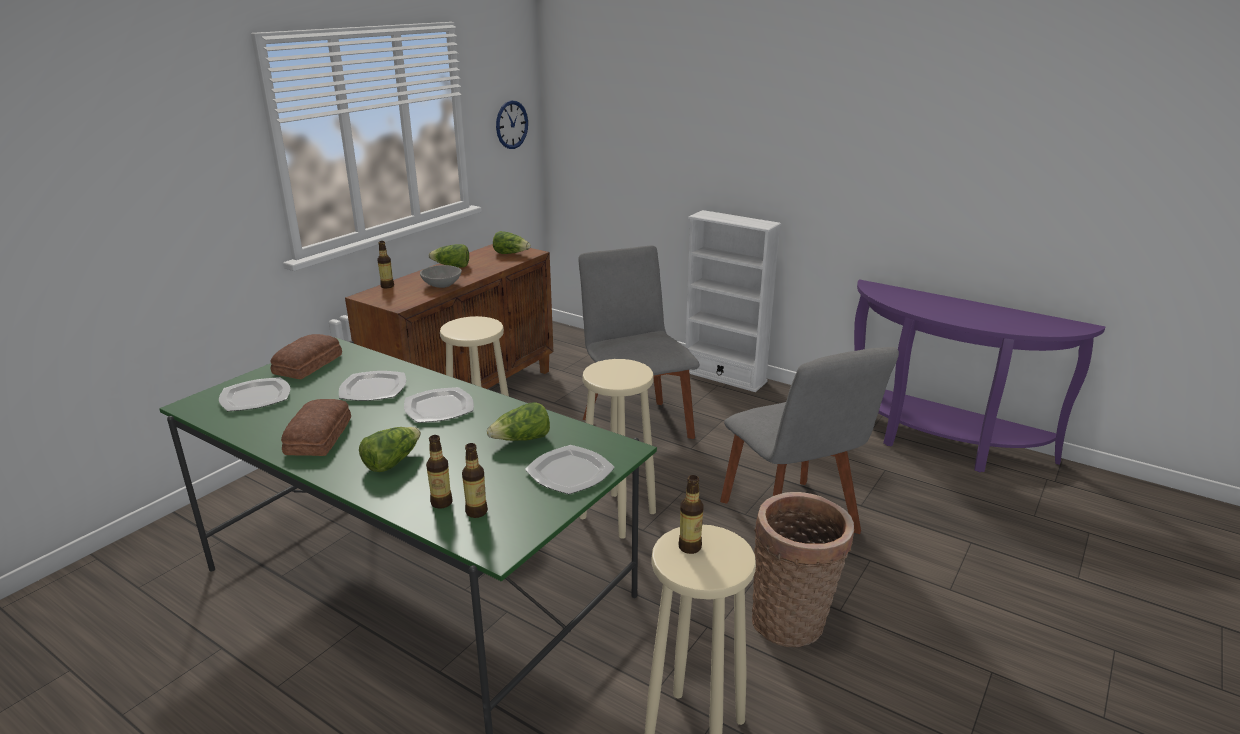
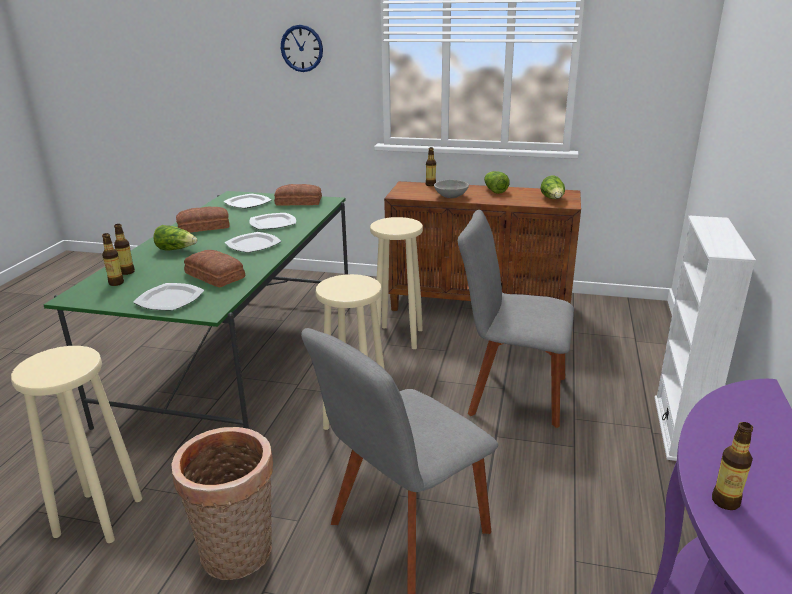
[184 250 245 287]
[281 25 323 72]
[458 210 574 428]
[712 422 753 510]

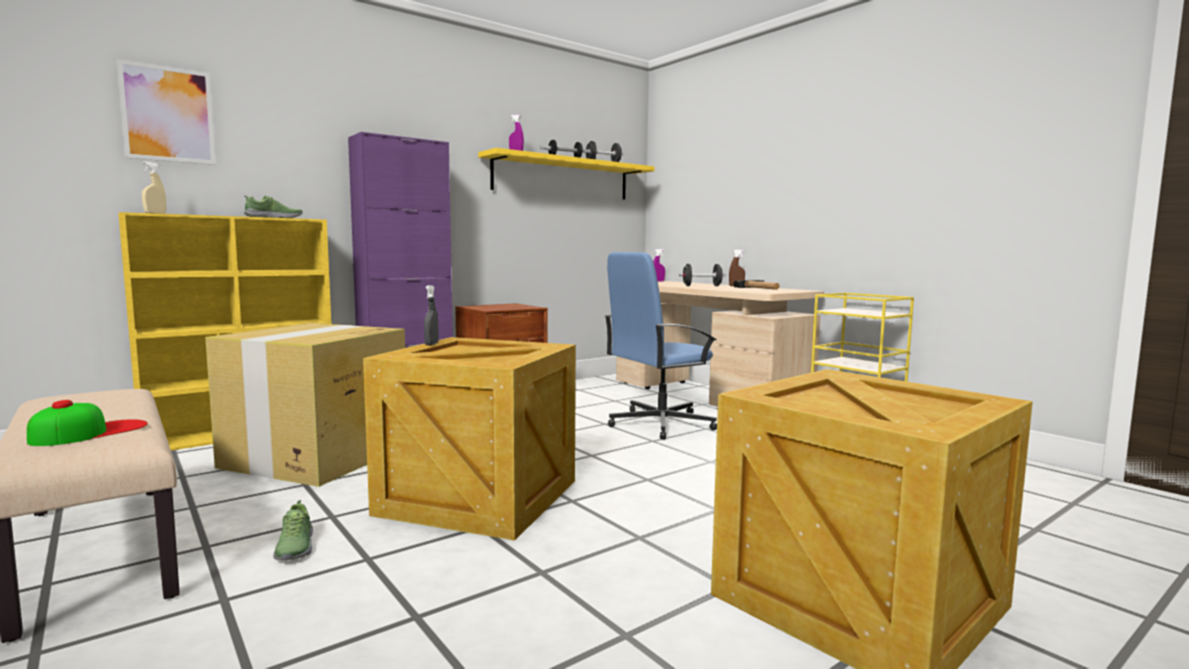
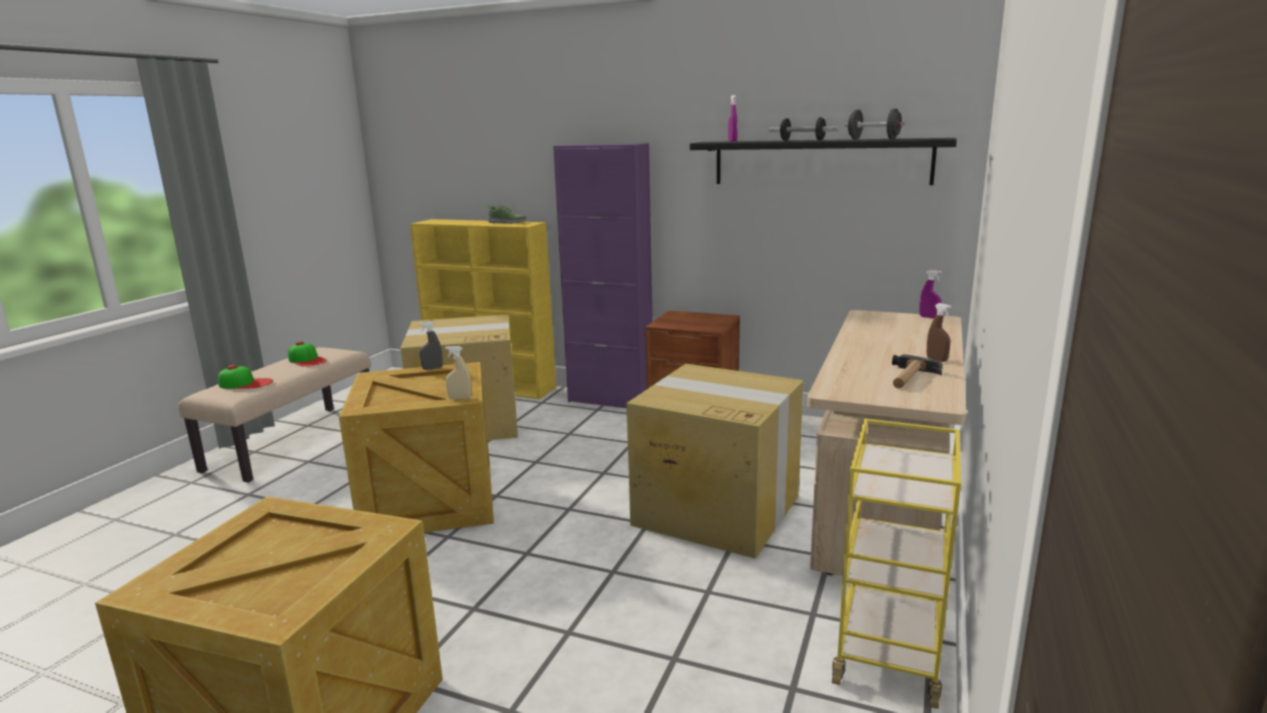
[117 59 216 165] (first image)
[445 346 471 400]
[273 500 313 560] (first image)
[690 138 957 185]
[626 364 804 558]
[679 264 726 286] (first image)
[288 341 327 367]

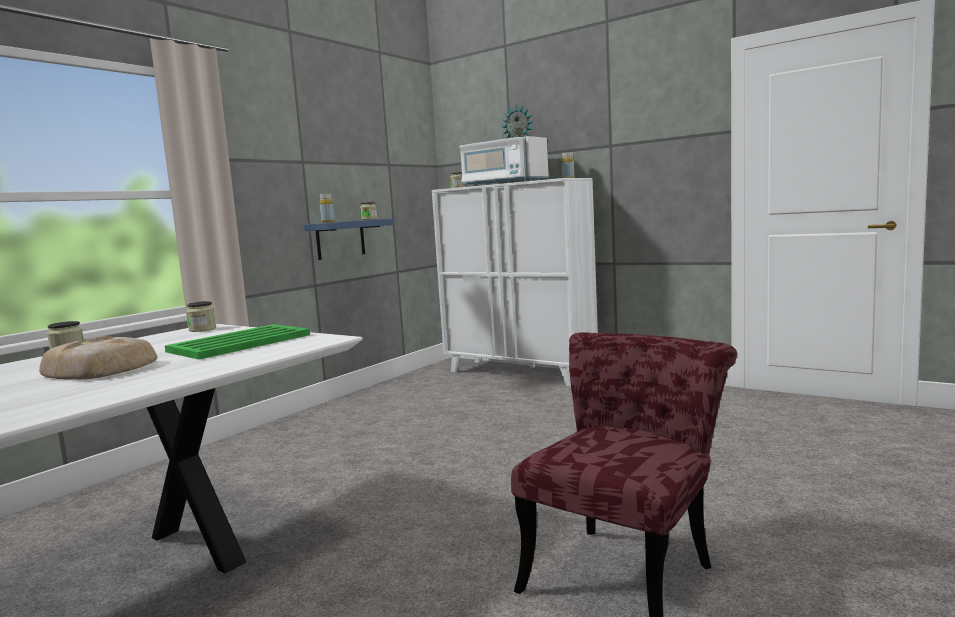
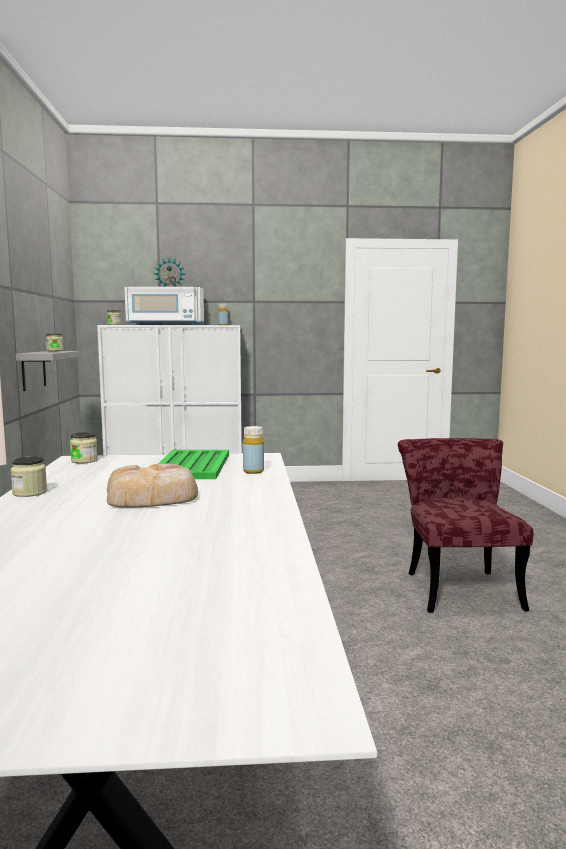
[16 351 79 391]
[243 426 264 474]

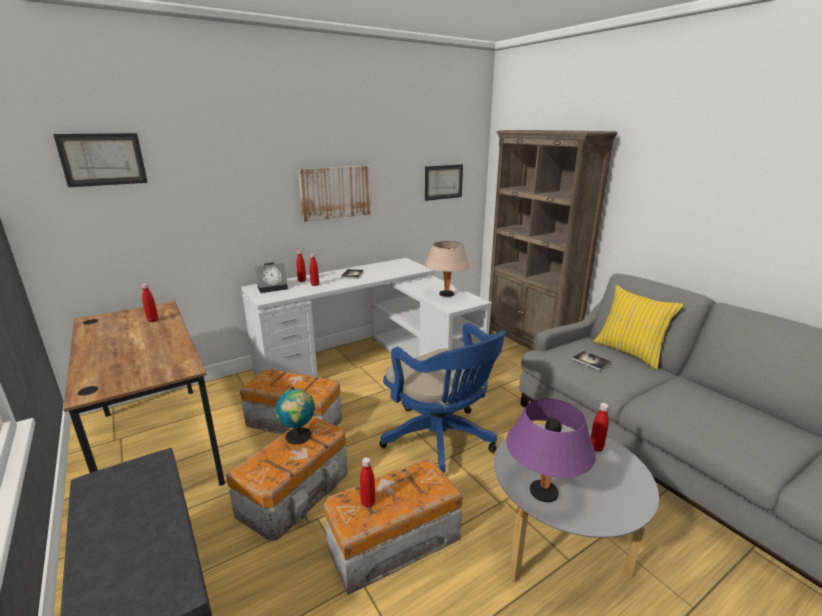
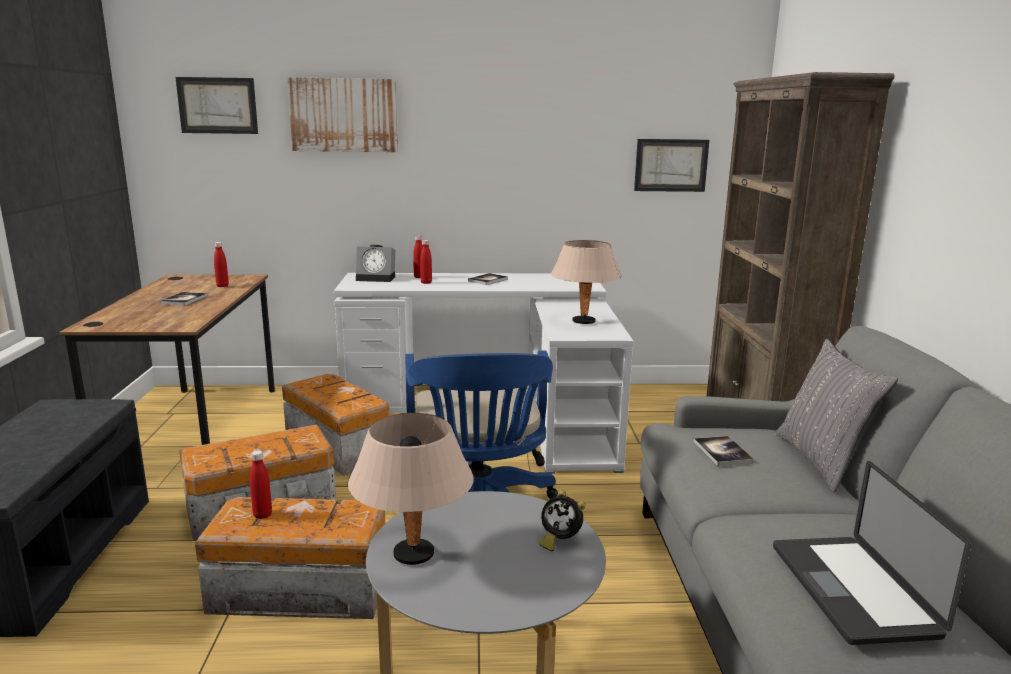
[275 387 315 444] (first image)
[287 77 398 152]
[348 413 473 565]
[539 490 586 551]
[776 339 898 493]
[159 292 207 306]
[773 461 971 645]

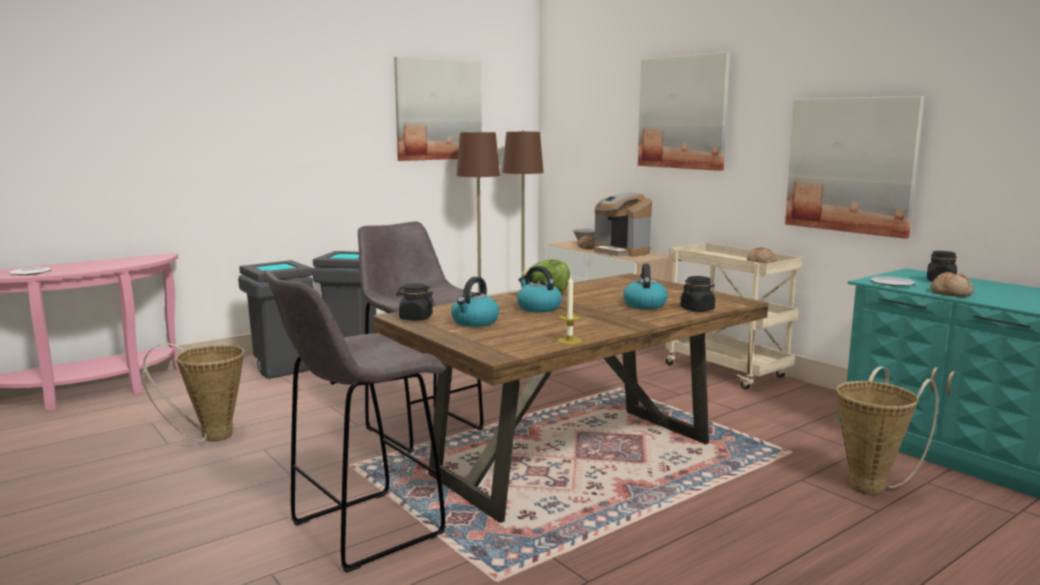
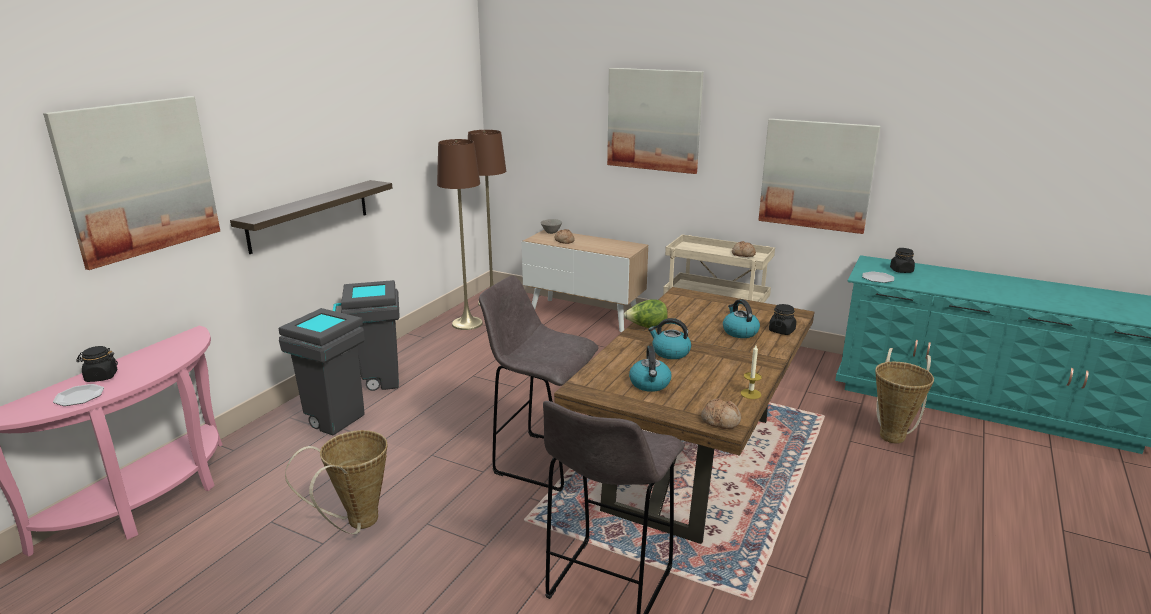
[43 96 220 270]
[76 346 118 382]
[594 192 652 257] (first image)
[701 399 741 429]
[230 180 392 254]

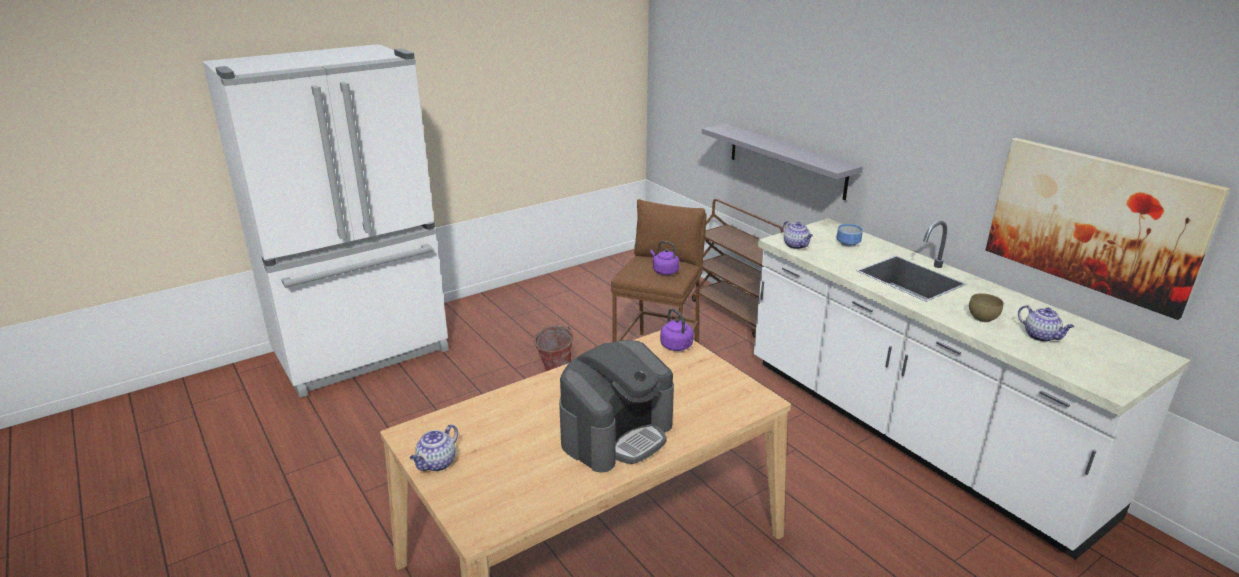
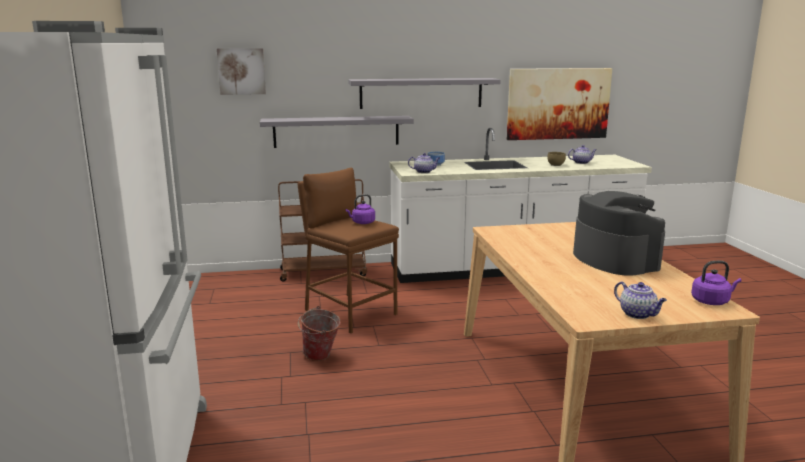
[691 261 742 305]
[217 48 266 95]
[348 78 501 109]

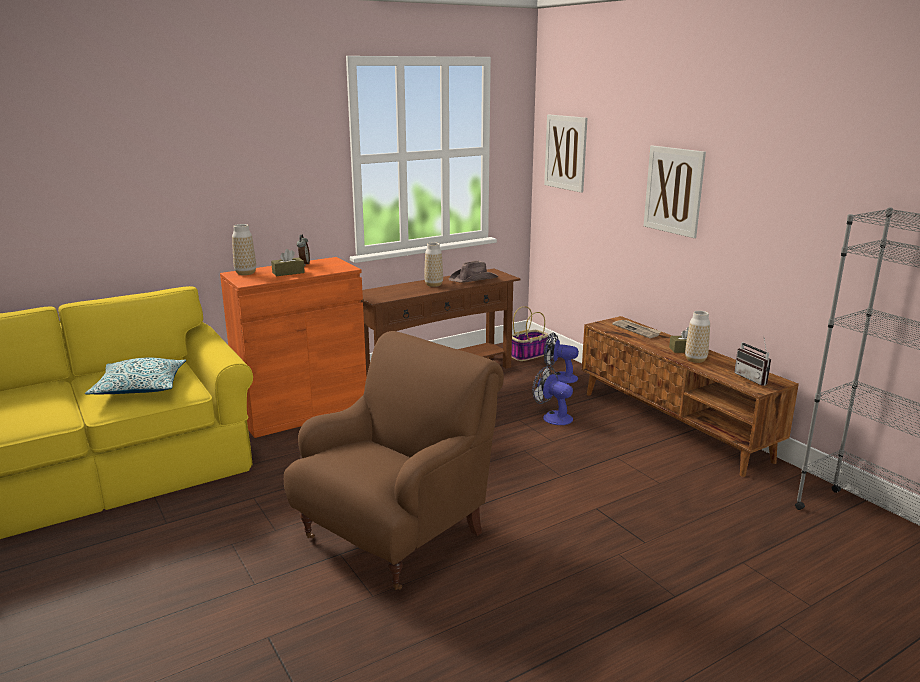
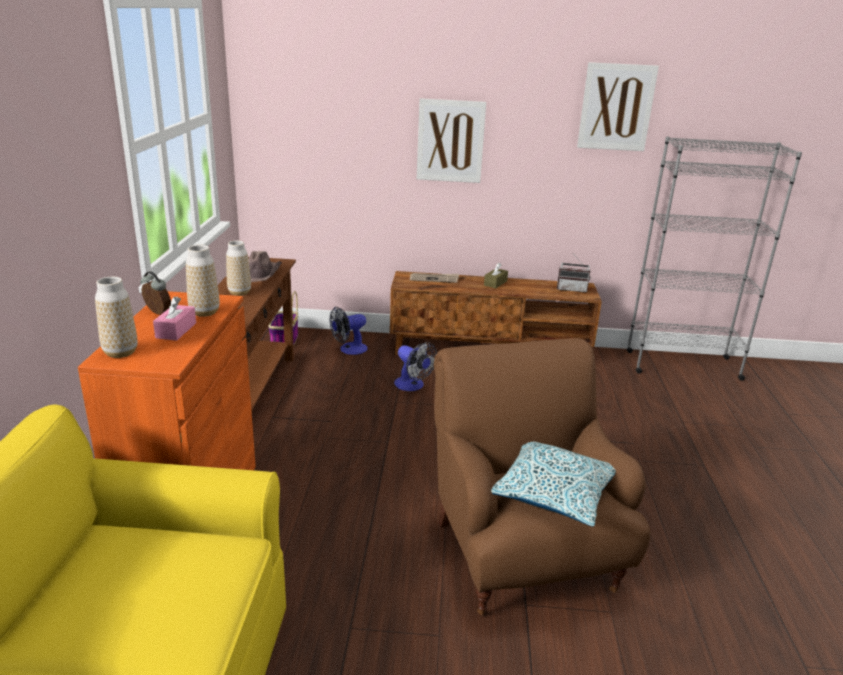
[491 442 616 527]
[153 297 196 341]
[394 342 437 391]
[577 62 659 151]
[186 245 220 317]

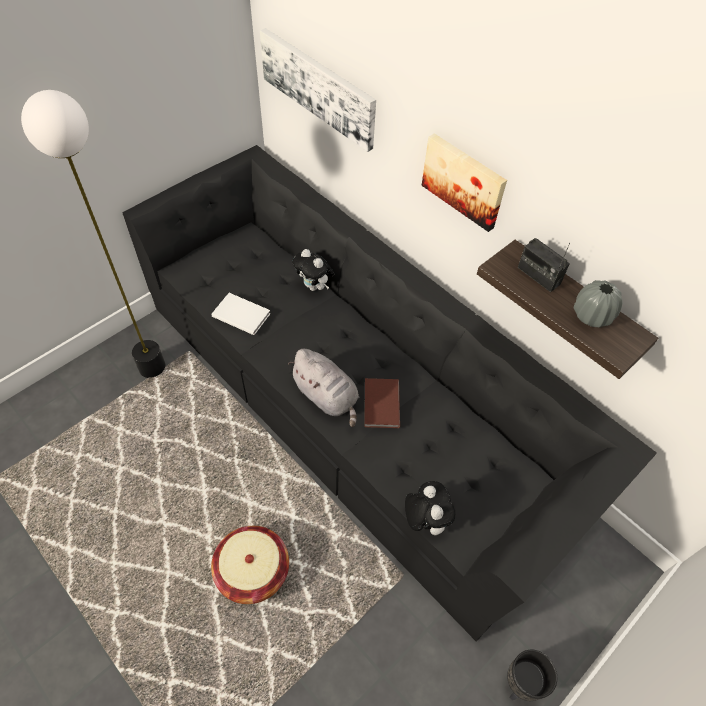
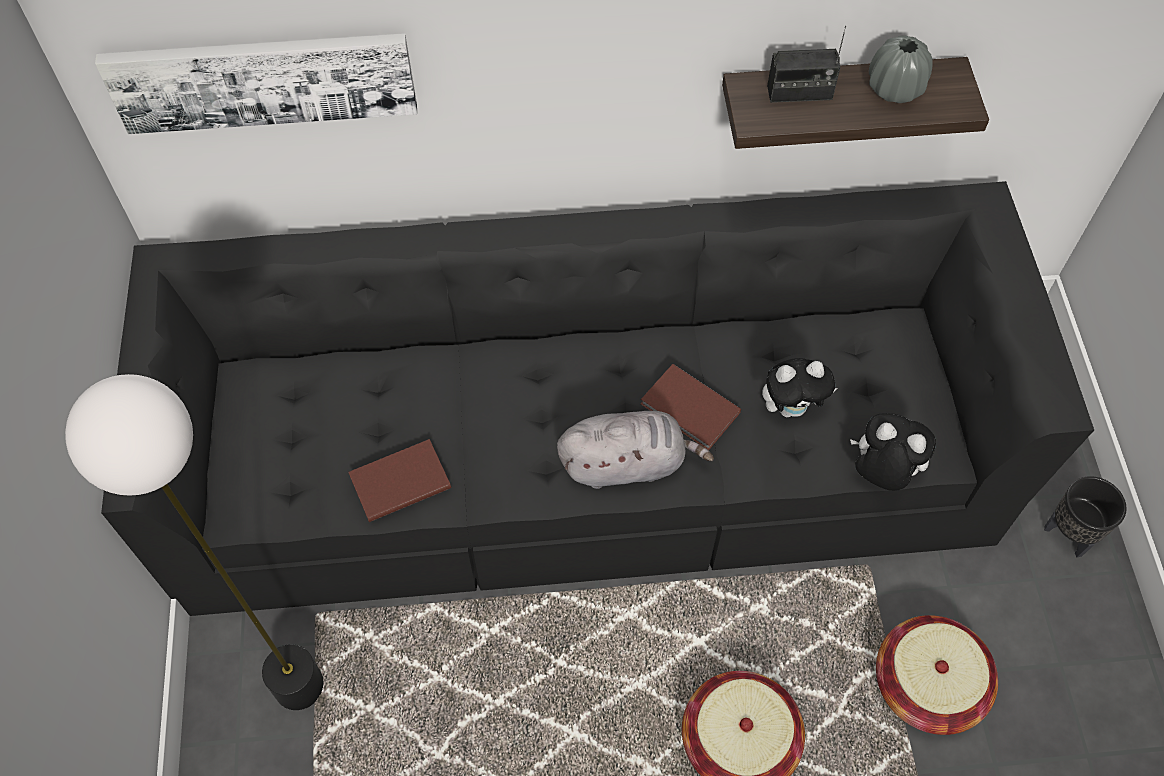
[348 439 451 522]
[762 358 837 417]
[422 133 507 232] (first image)
[876 615 998 735]

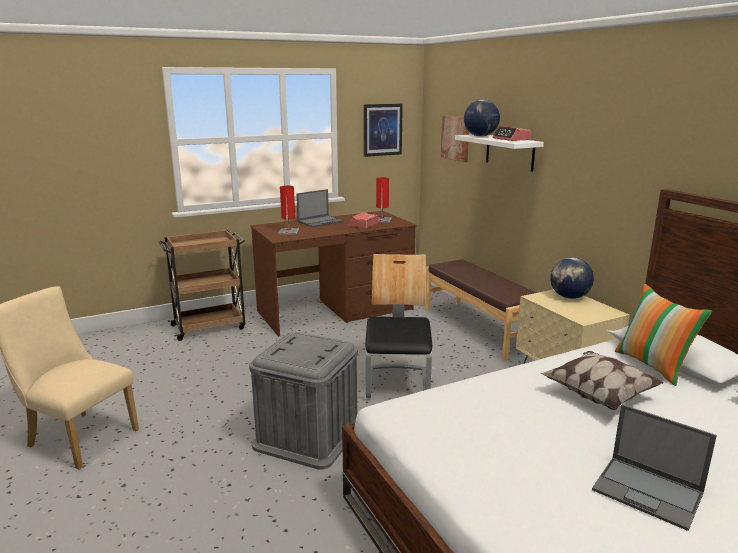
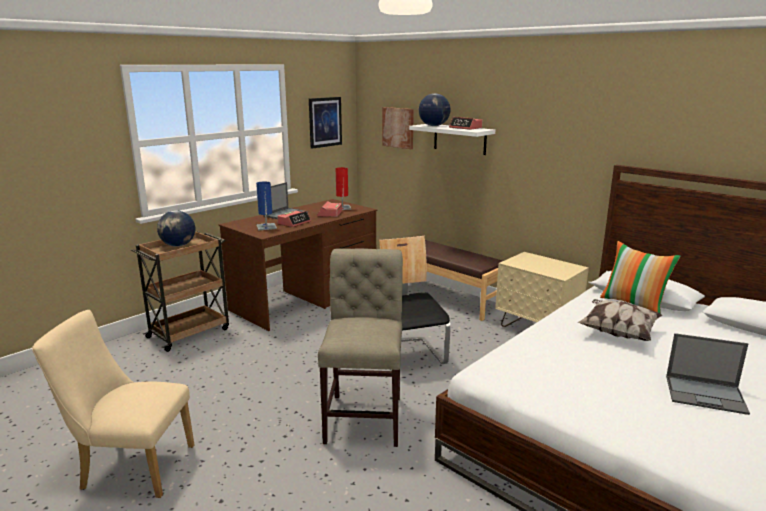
[318 248 403 447]
[256 181 277 231]
[157 211 195 247]
[277 211 311 227]

